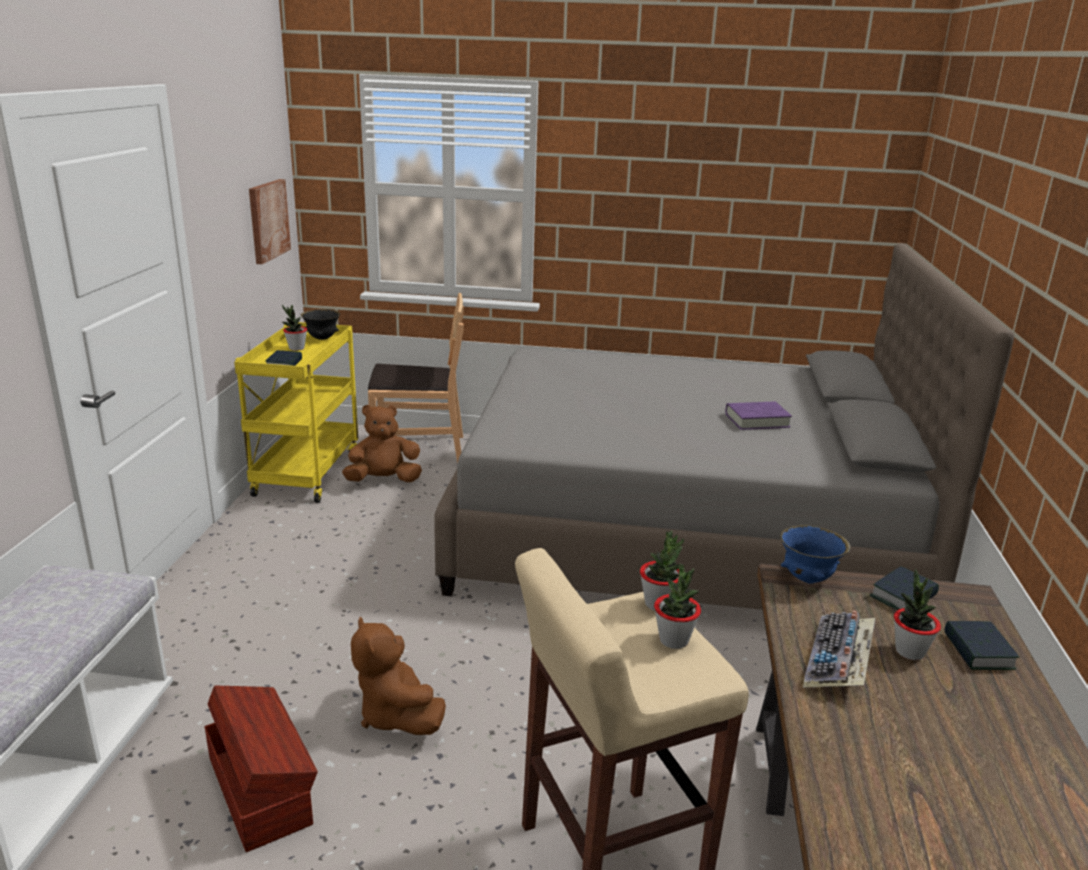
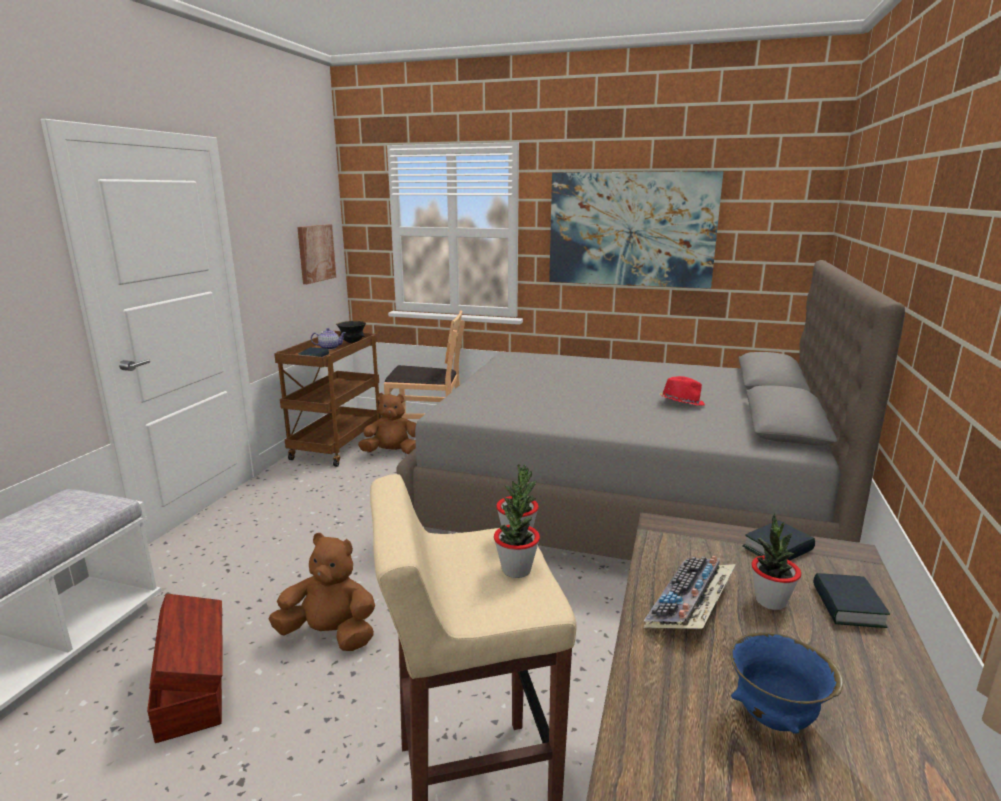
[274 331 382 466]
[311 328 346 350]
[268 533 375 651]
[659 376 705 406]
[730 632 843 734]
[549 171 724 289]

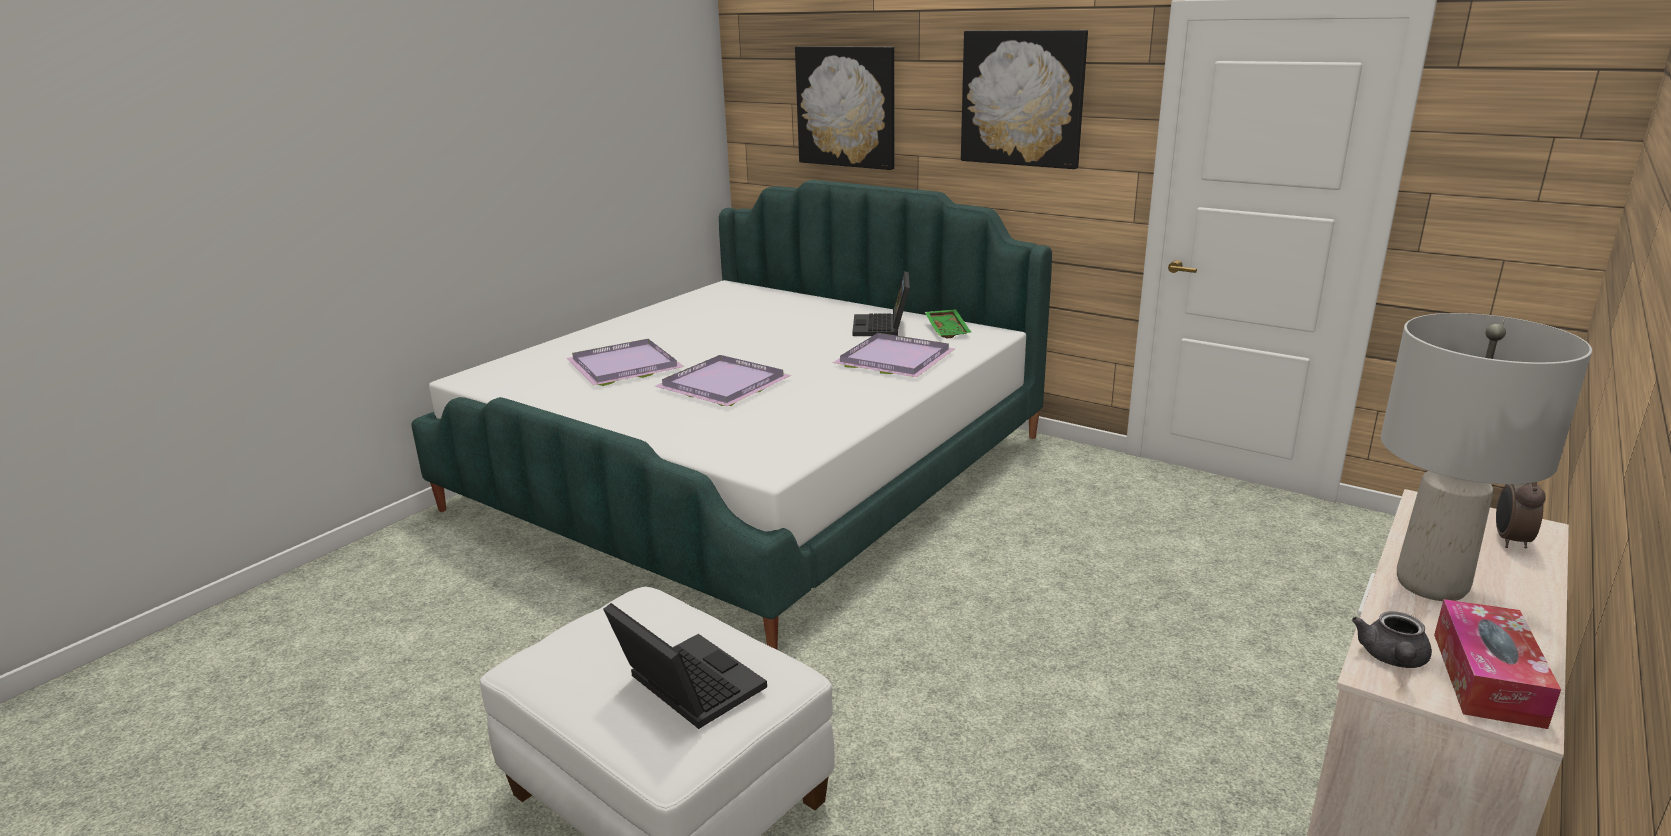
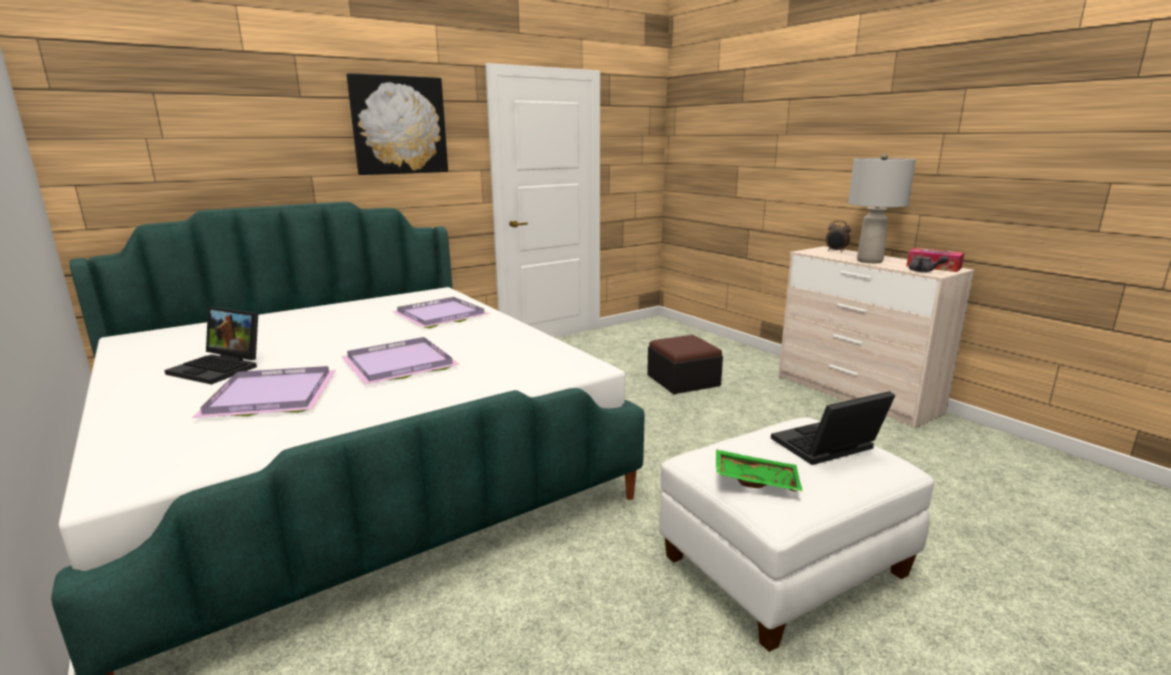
[795 46 894 170] (first image)
[164 307 258 385]
[716 449 803 492]
[647 335 723 394]

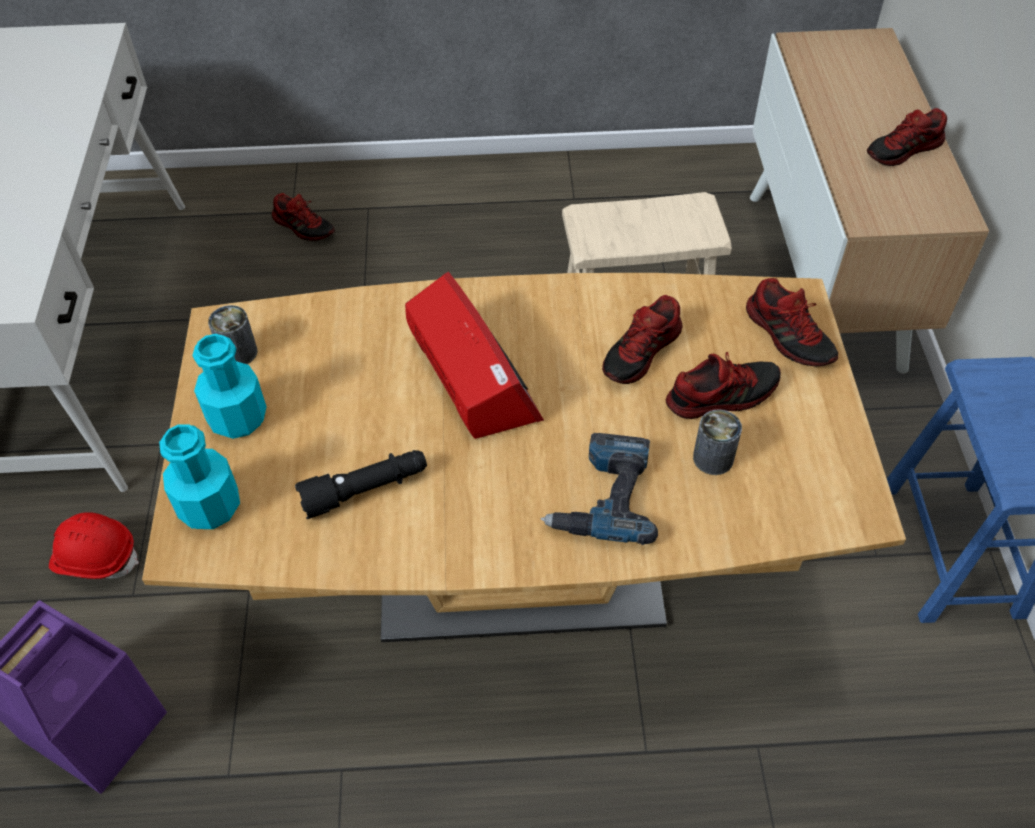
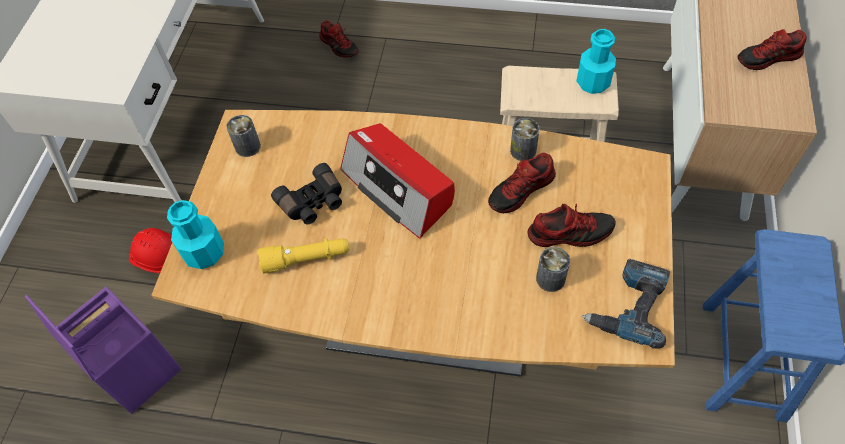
[576 29 616 94]
[257 238 349 274]
[340 123 455 239]
[582 259 670 349]
[746 278 838 366] (first image)
[271 163 342 225]
[510 118 540 161]

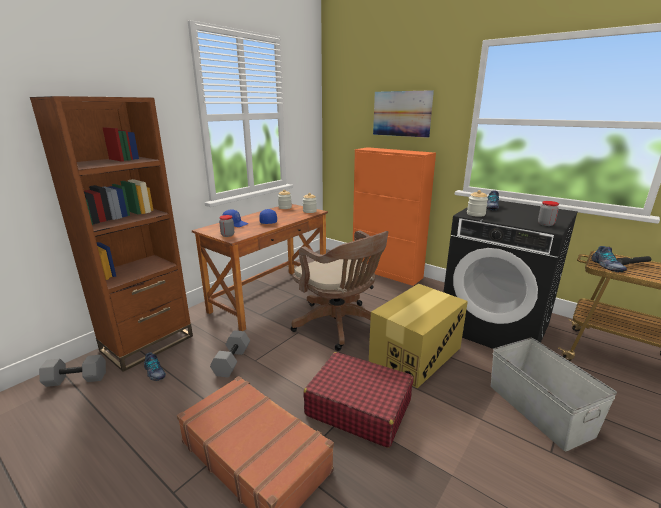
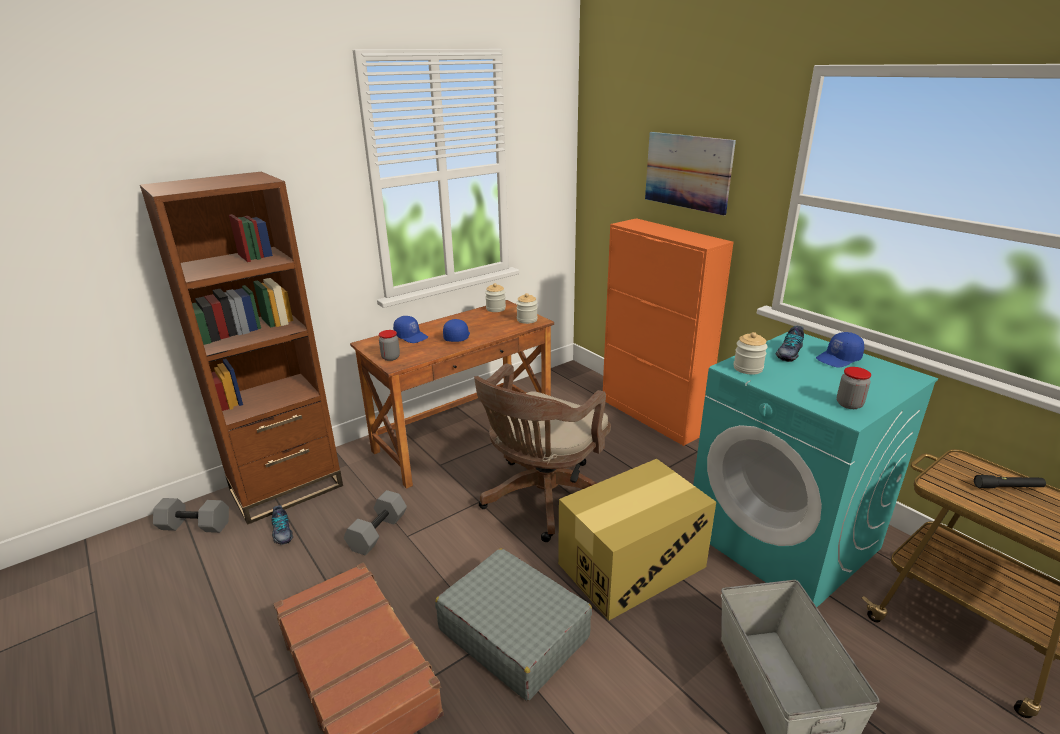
[474 363 611 542]
[435 548 592 701]
[693 332 938 607]
[591 246 627 272] (first image)
[816 332 864 368]

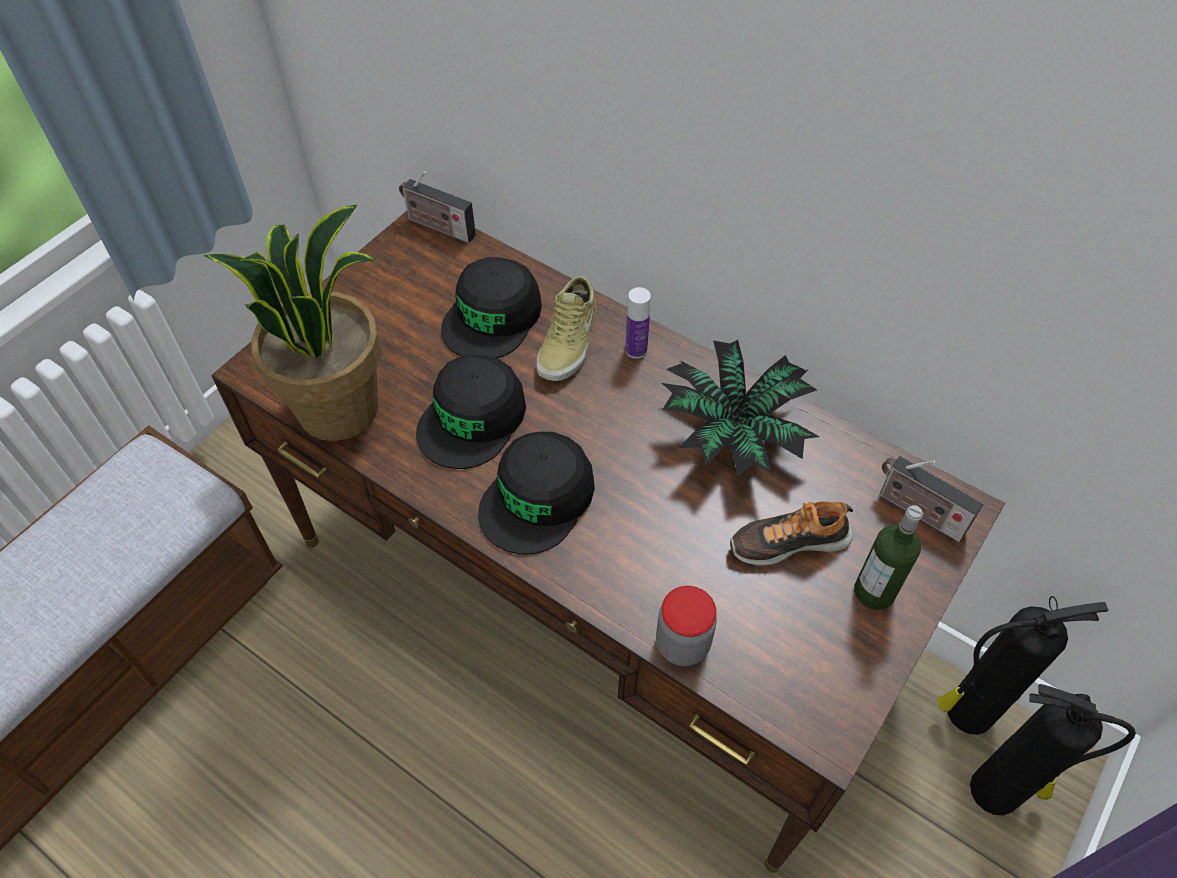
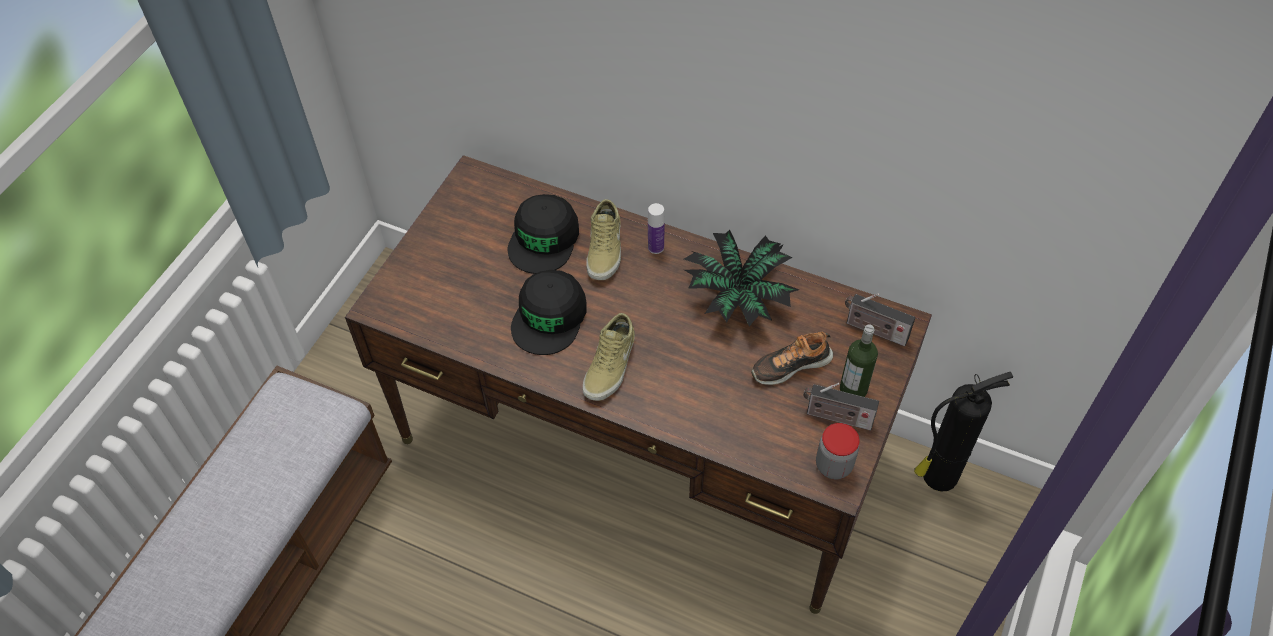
[204 205 382 441] (first image)
[803 383 879 431]
[582 313 635 401]
[816 423 860 479]
[970 684 1136 815] (first image)

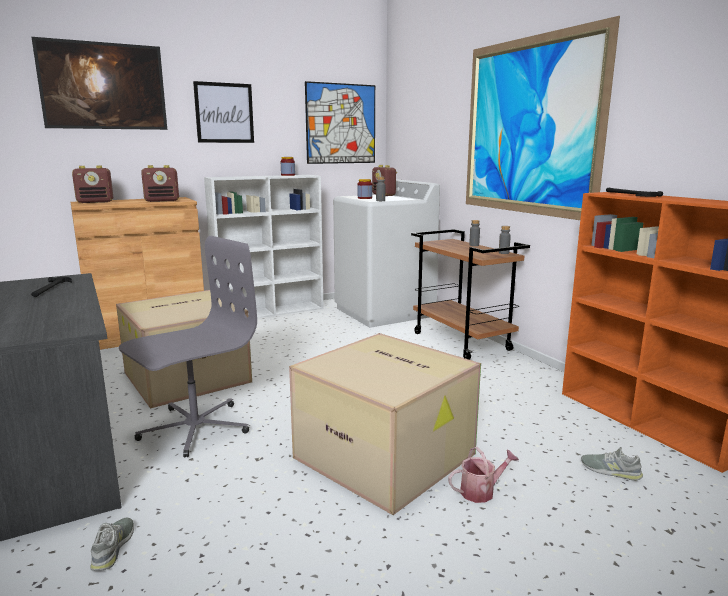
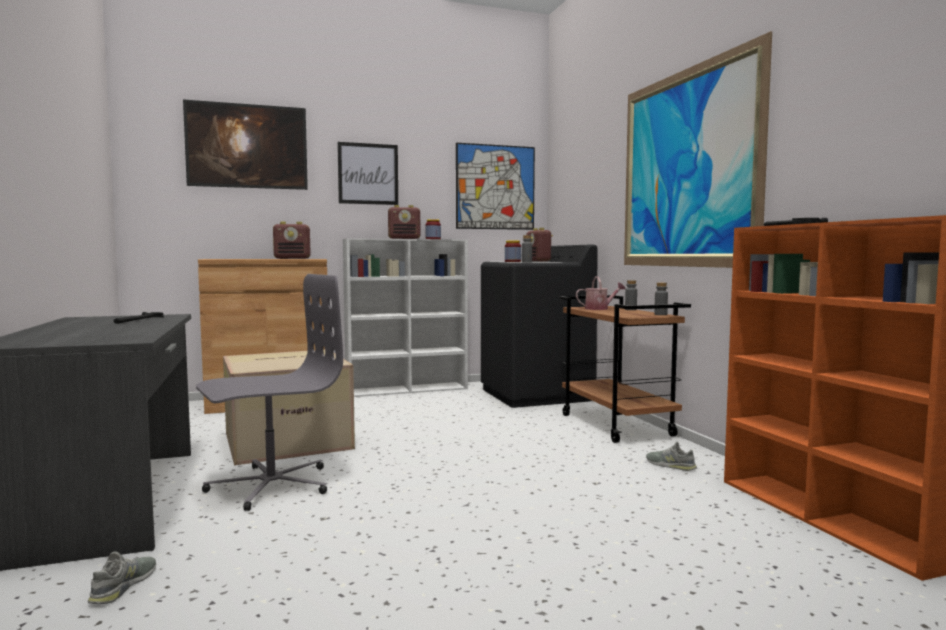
[388 205 420 239]
[289 333 481 515] (first image)
[481 245 598 408]
[576 277 626 310]
[646 442 697 471]

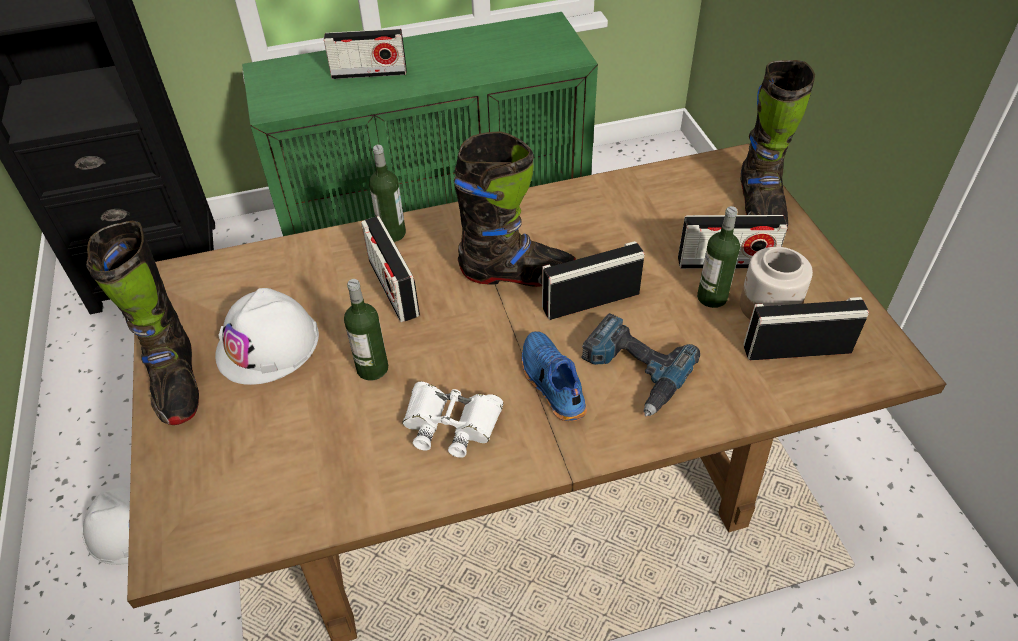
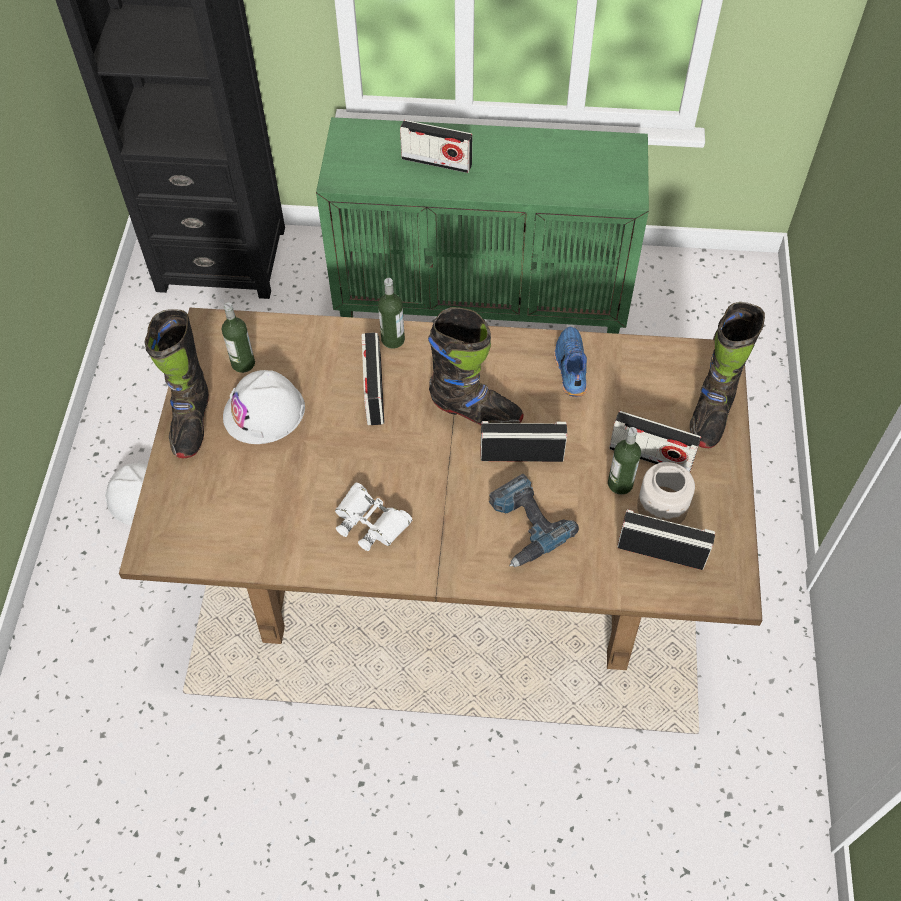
[222 302 255 373]
[554 326 587 397]

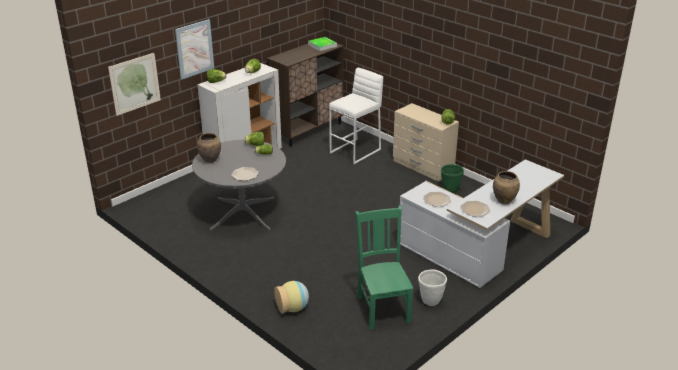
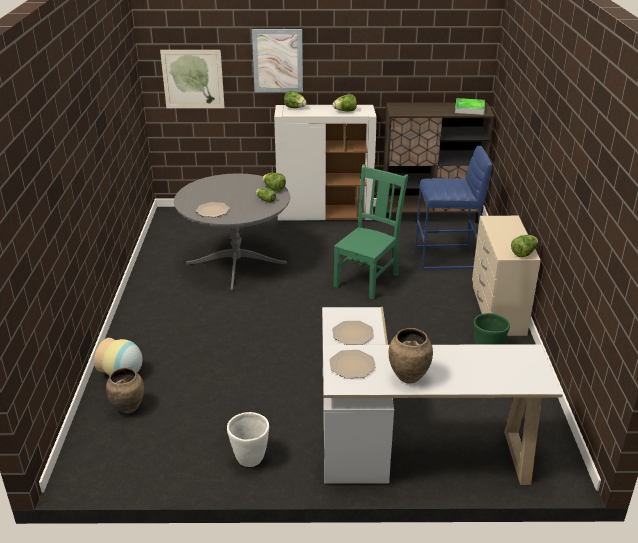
[106 368 144 414]
[415 146 492 270]
[333 164 409 299]

